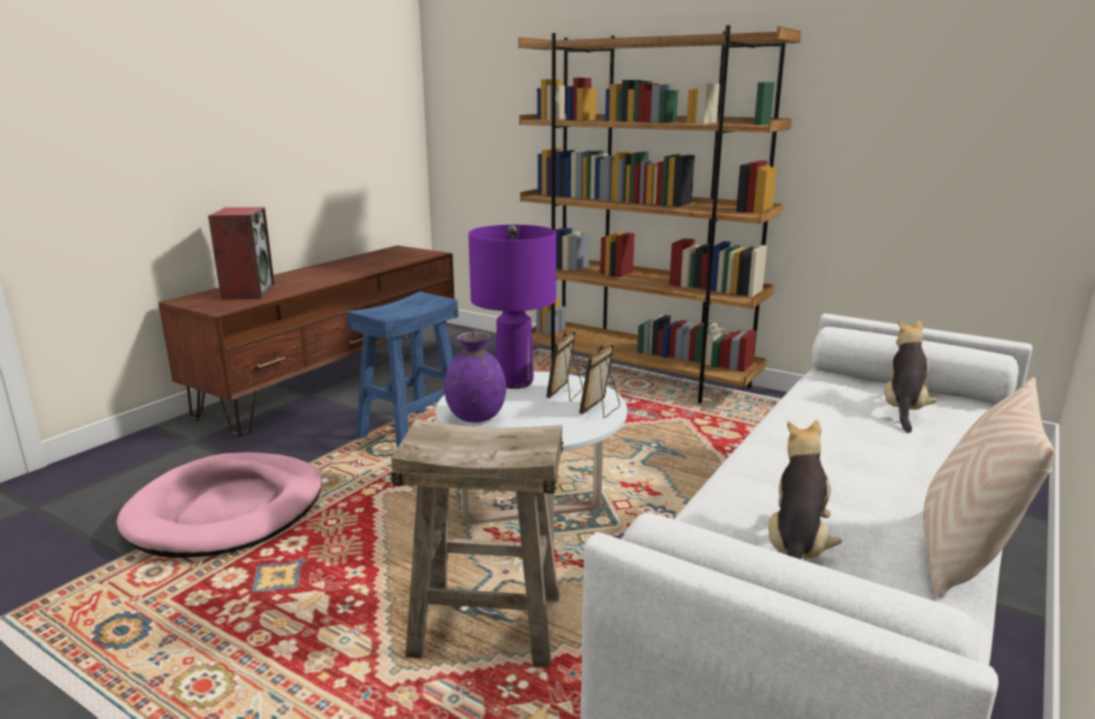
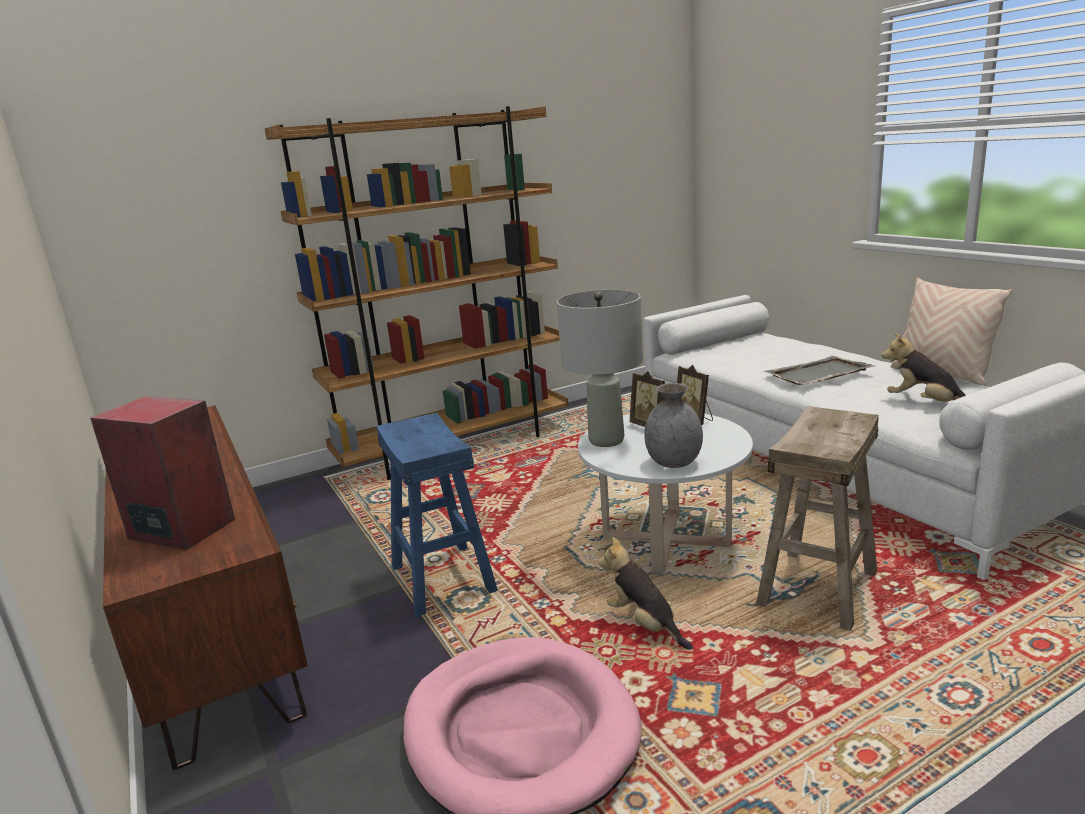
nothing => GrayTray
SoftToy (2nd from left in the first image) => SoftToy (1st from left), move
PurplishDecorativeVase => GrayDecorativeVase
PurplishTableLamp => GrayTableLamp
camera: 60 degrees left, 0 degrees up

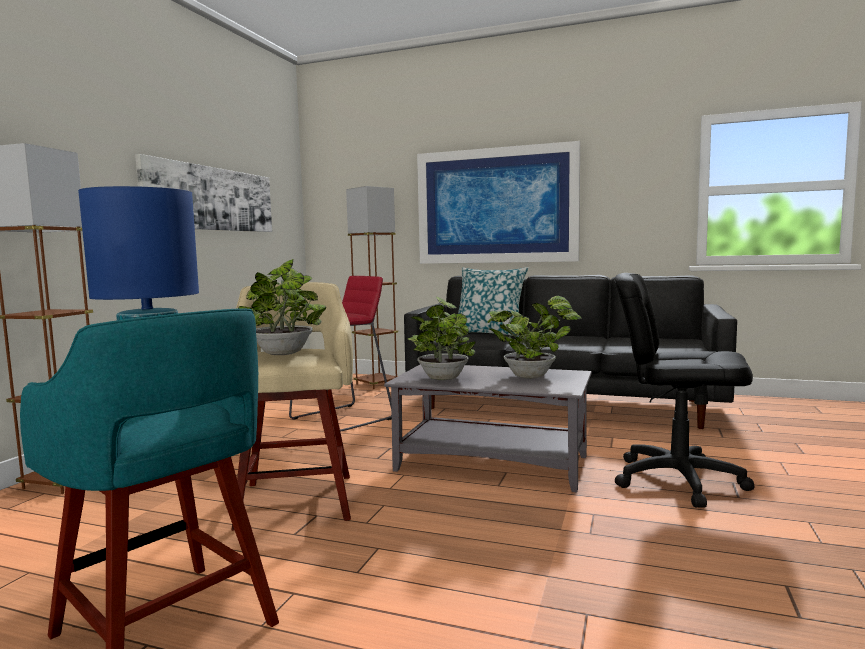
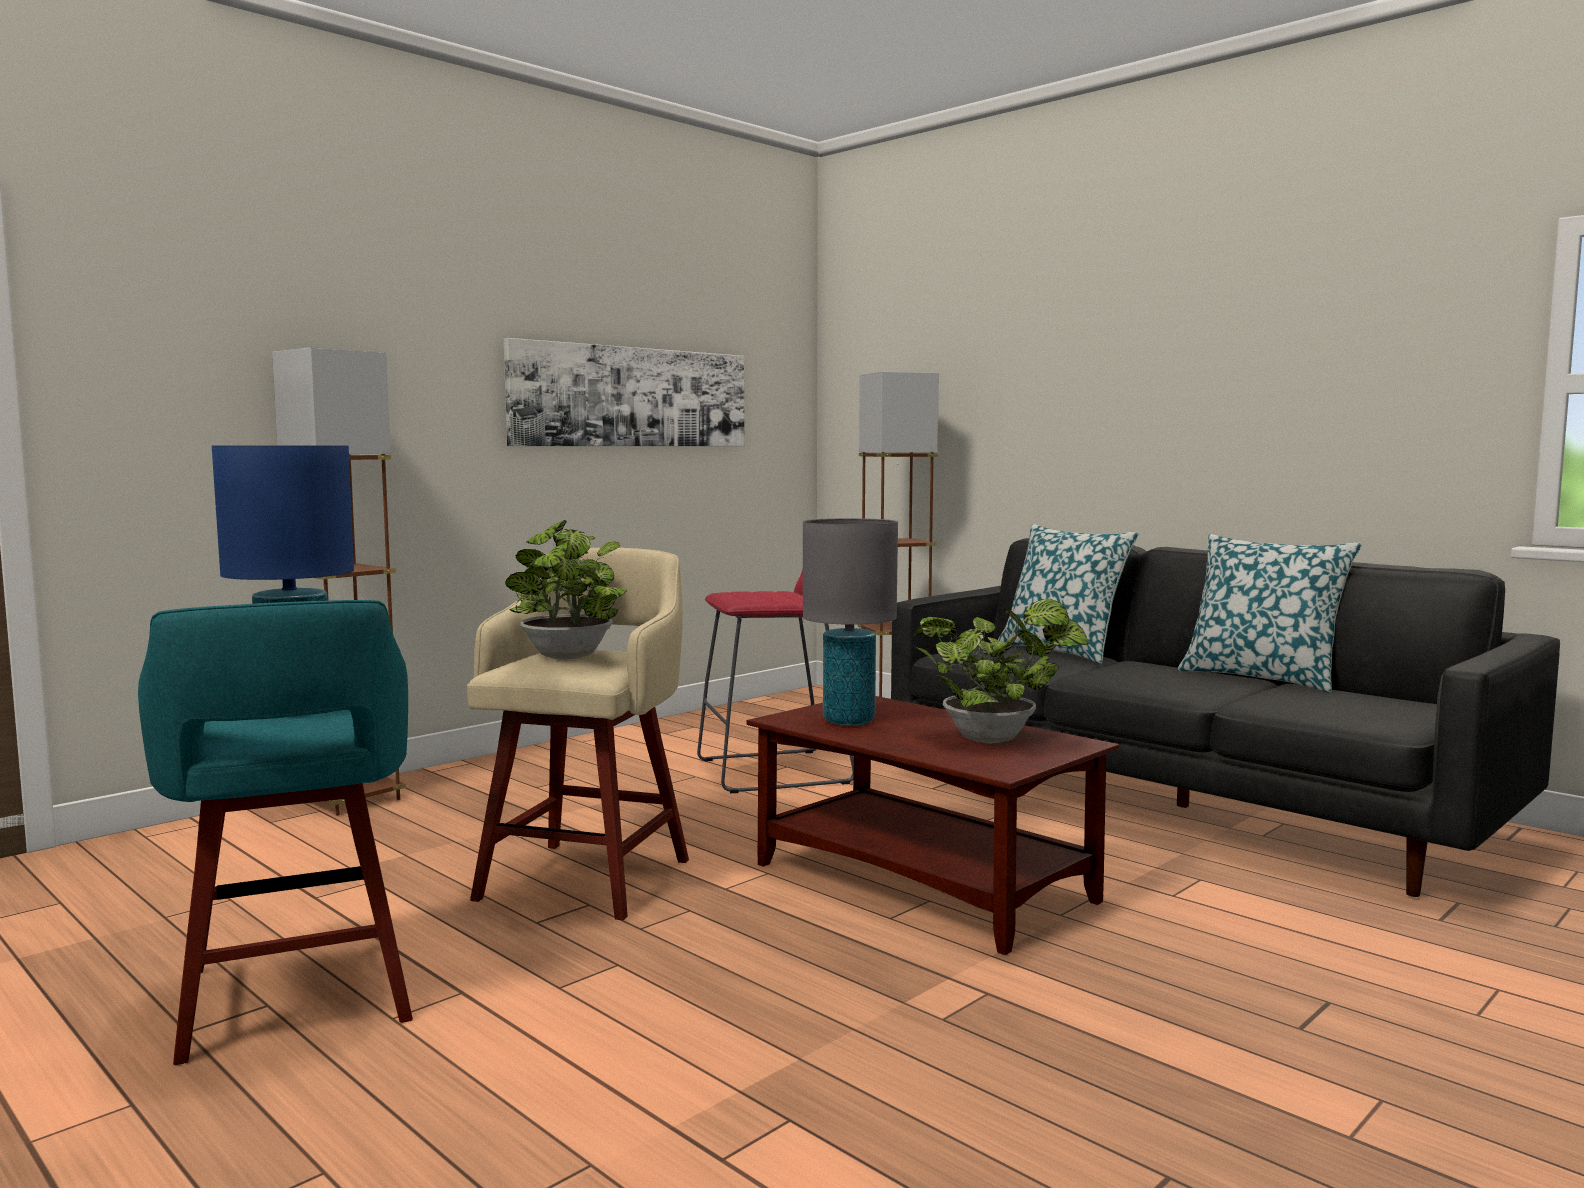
WallArt (2nd from left) => nothing
BlackColouredDeskChair => nothing
nothing => Cushion (2nd from left)
Houseplant (2nd from left) => GrayTableLamp
GrayLowTable => BrownColouredLowTable
camera: 25 degrees right, 0 degrees up

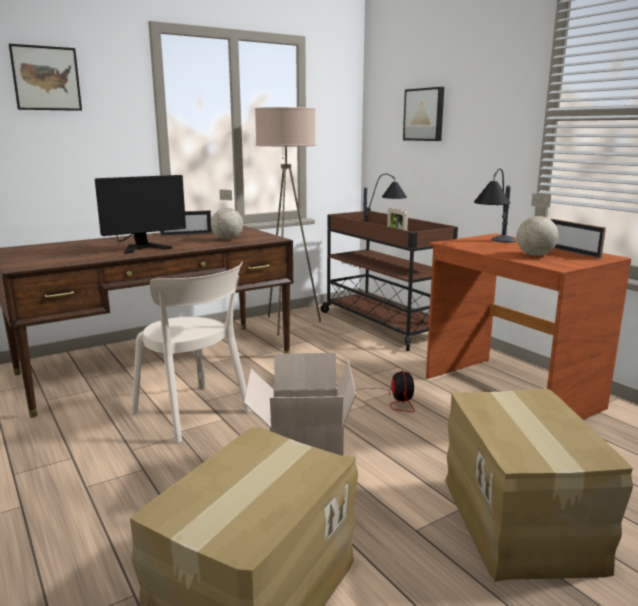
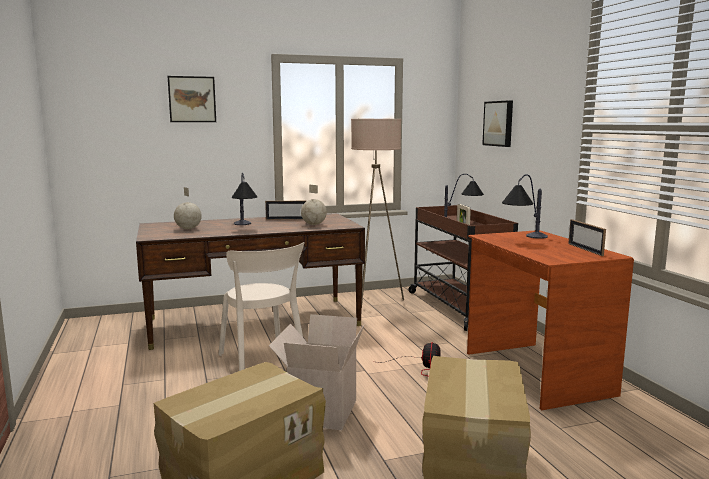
WorldGlobe (2nd from left in the first image) => WorldGlobe (1st from left), move
ComputerDisplay => TableLamp (1st from left)
camera: 15 degrees right, 5 degrees down

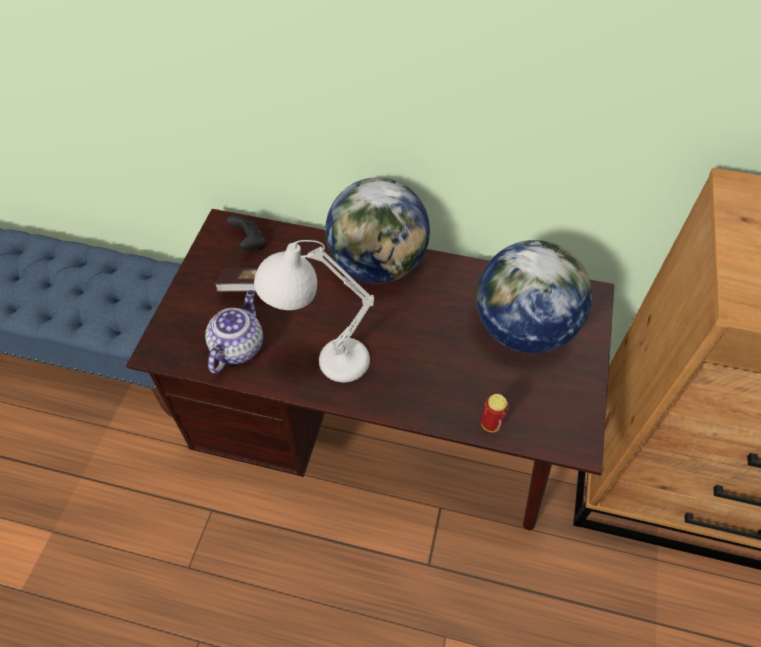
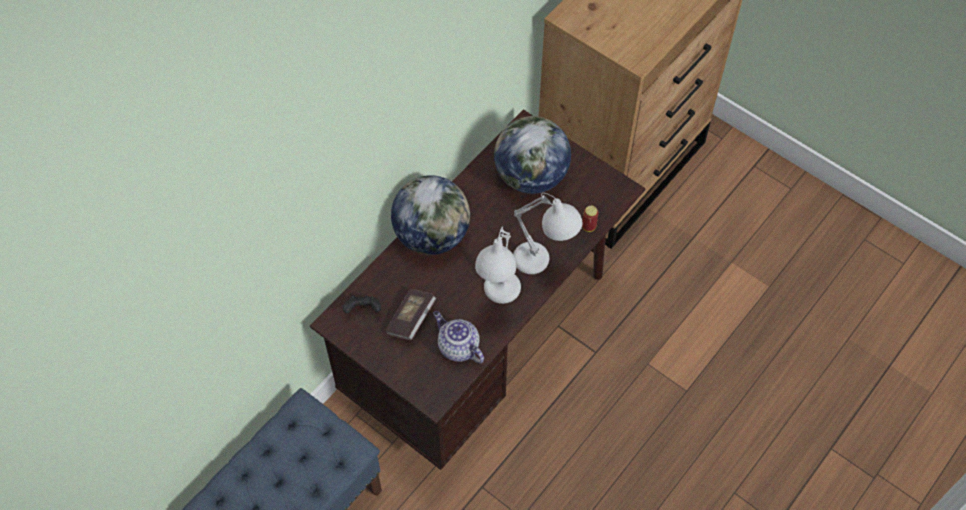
nothing => WhitishTableLamp (2nd from left)
camera: 65 degrees left, 5 degrees up

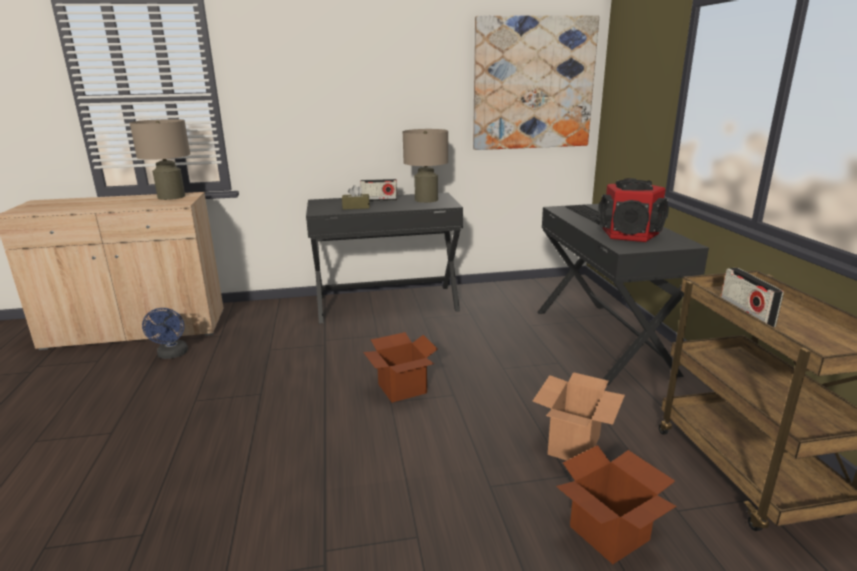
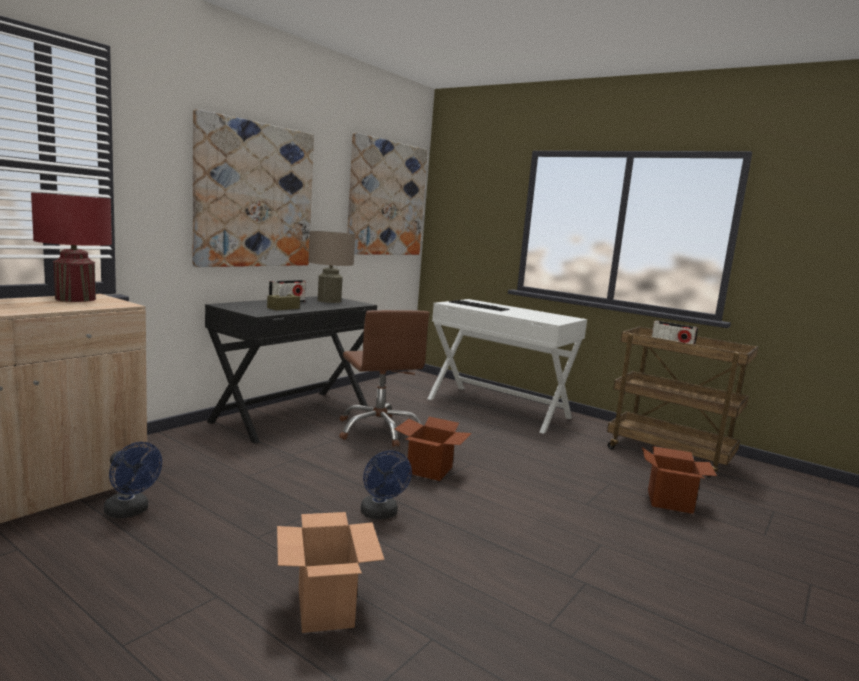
AudioSpeaker => nothing
nothing => WallArt (1st from left)
nothing => BrownColouredDeskChair
nothing => BlueColouredElectricFan (2nd from left)
Carton (2nd from left in the first image) => Carton (1st from left), move
BeigeColouredTableLamp (1st from left) => RedColouredTableLamp
BlackColouredDeskTable (2nd from left) => WhitishDeskTable
camera: 45 degrees left, 10 degrees down

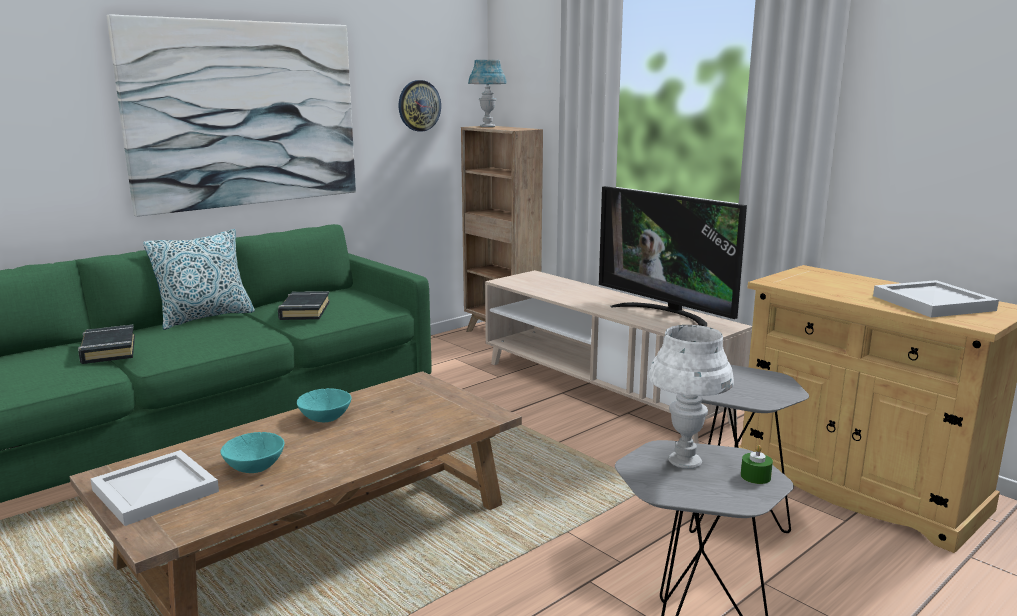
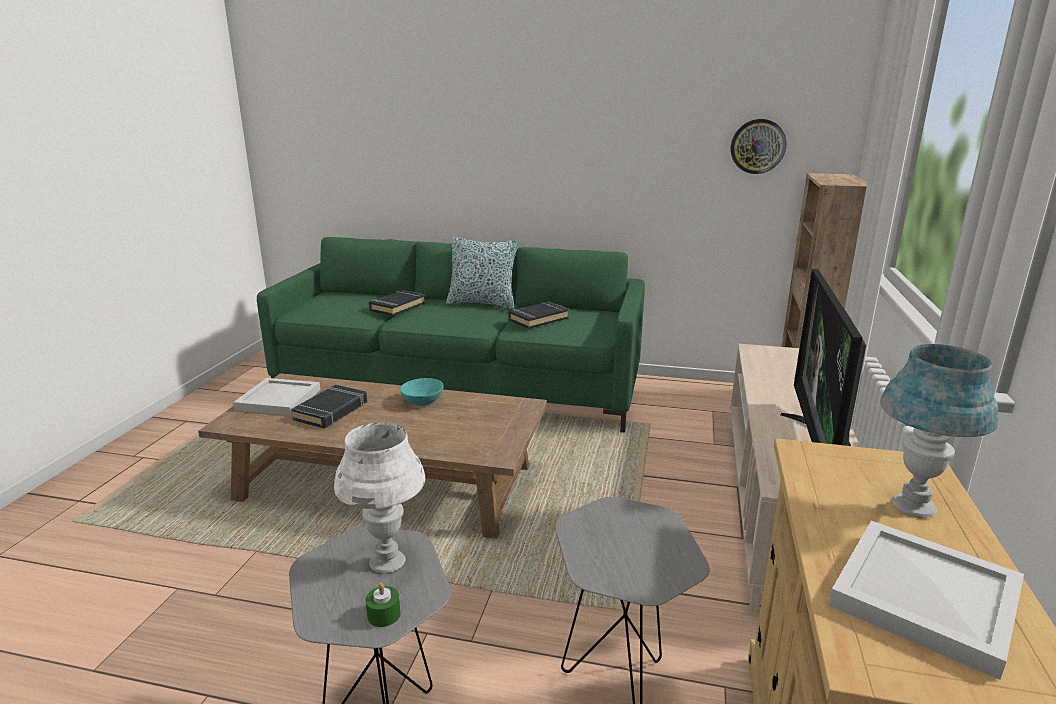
WallArt => nothing
BlueColouredTableLamp, move
TurquoiseServingBowl (1st from left) => BlackColouredBook (1st from left)
camera: 55 degrees right, 5 degrees up

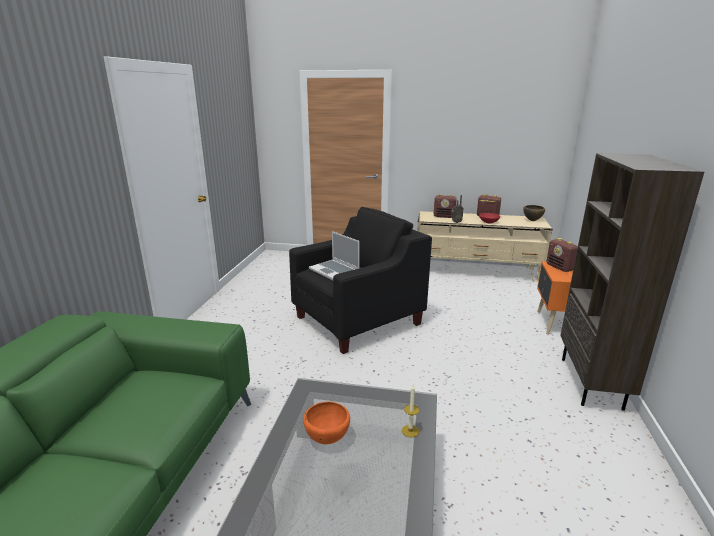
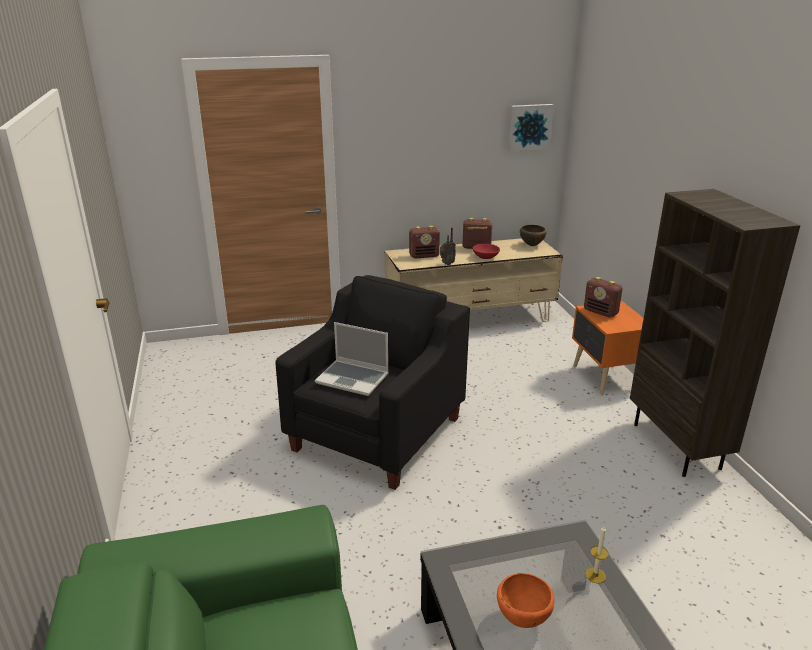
nothing => WallArt
camera: 25 degrees left, 5 degrees up

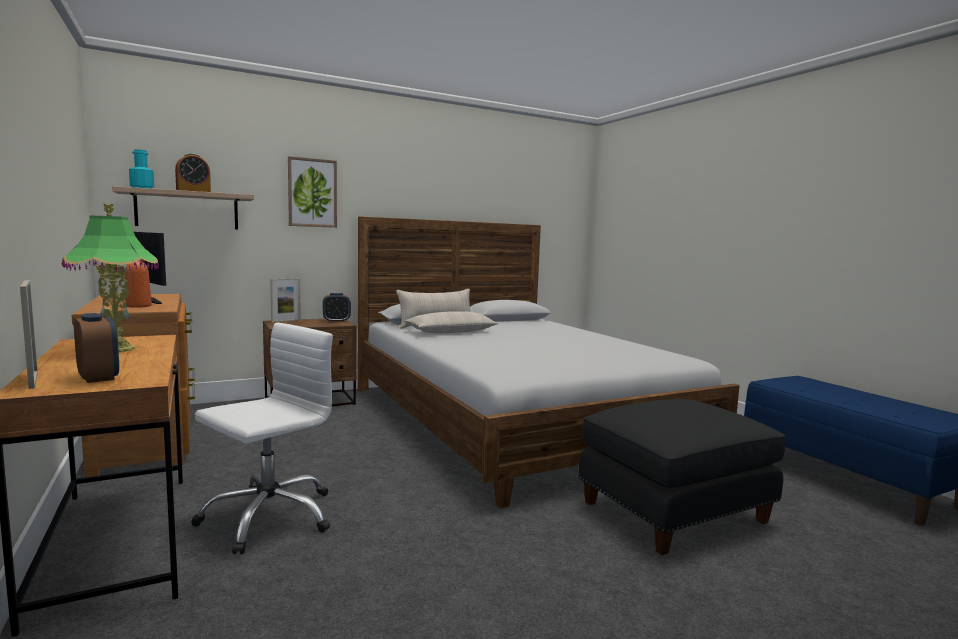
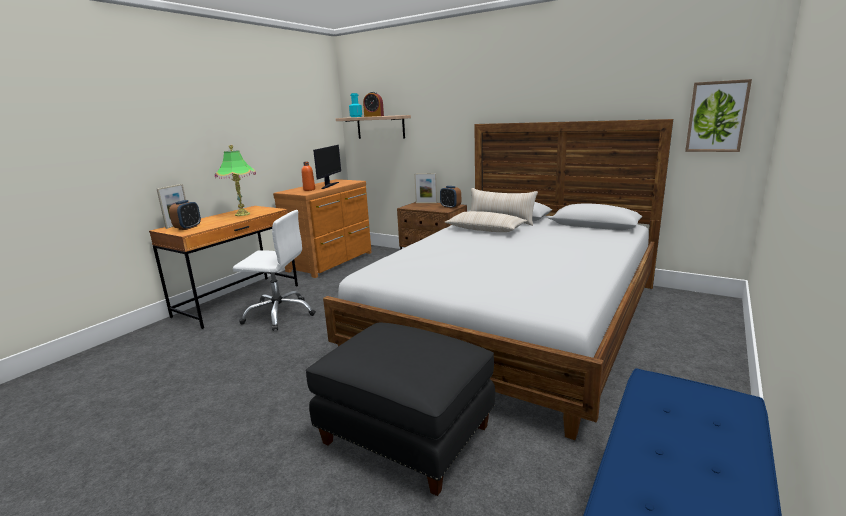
WallArt, move
camera: 60 degrees right, 10 degrees up

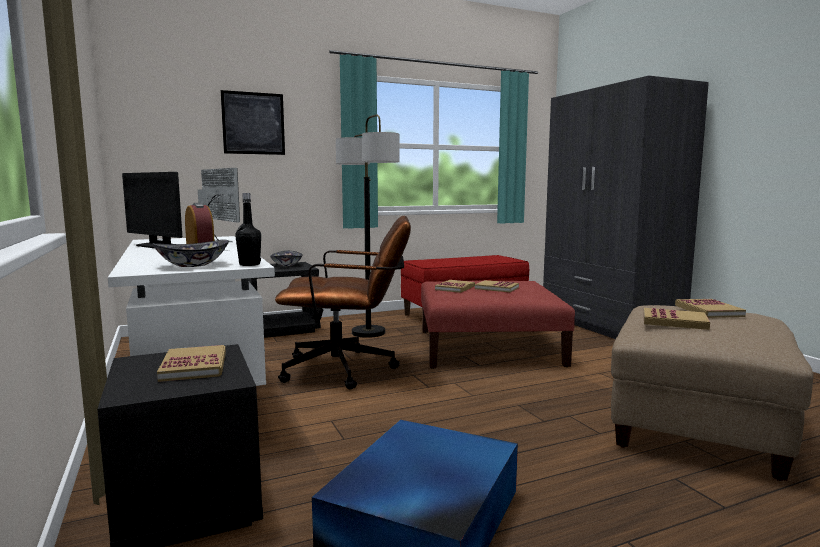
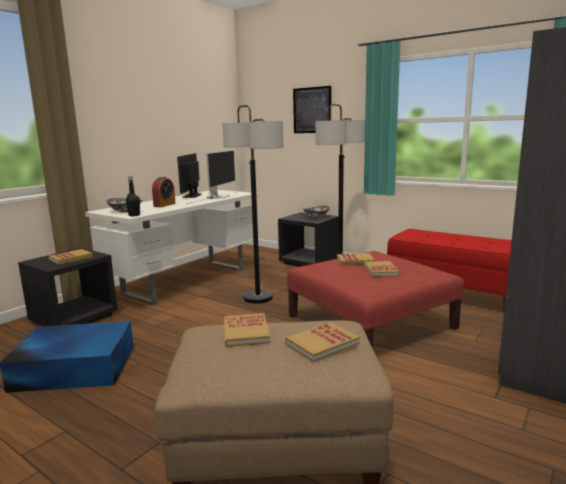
BrownColouredDeskChair => StandingLamp (1st from left)
camera: 60 degrees right, 5 degrees up

